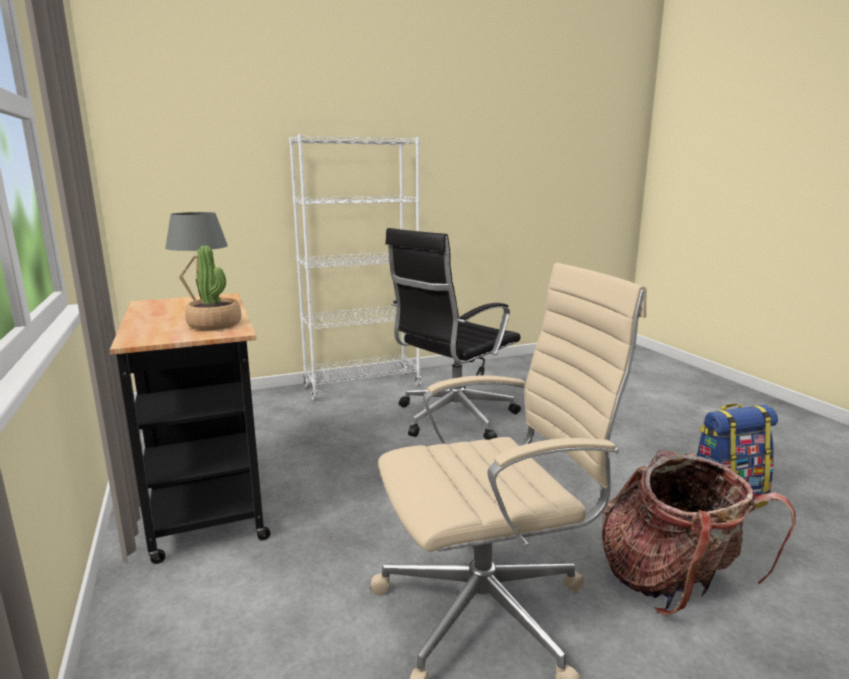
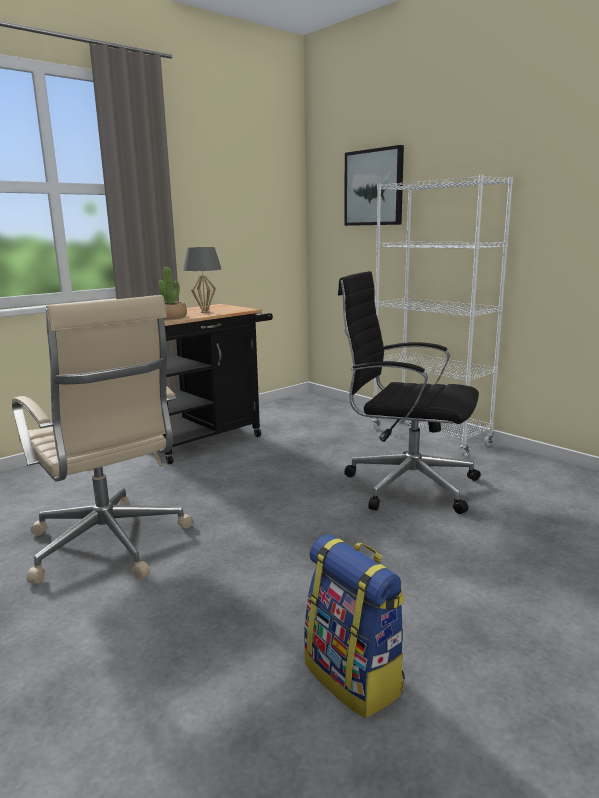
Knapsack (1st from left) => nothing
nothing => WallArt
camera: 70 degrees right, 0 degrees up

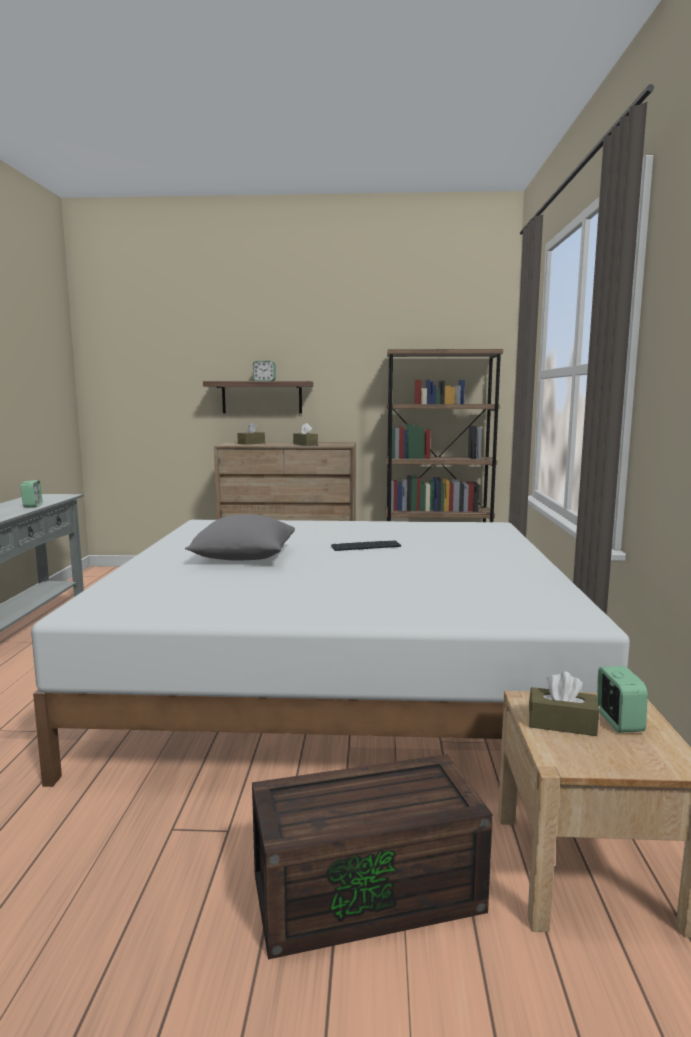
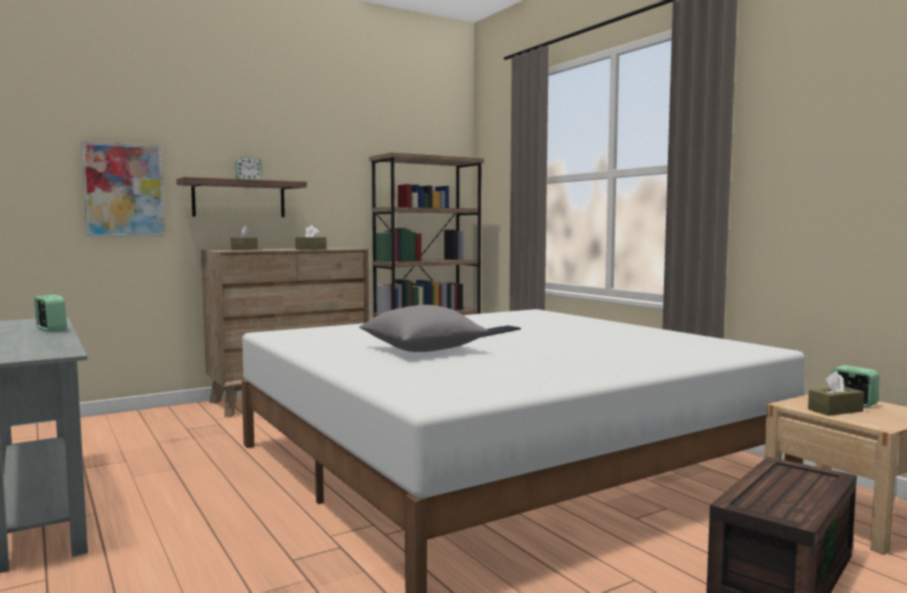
nothing => WallArt
camera: 35 degrees left, 5 degrees down

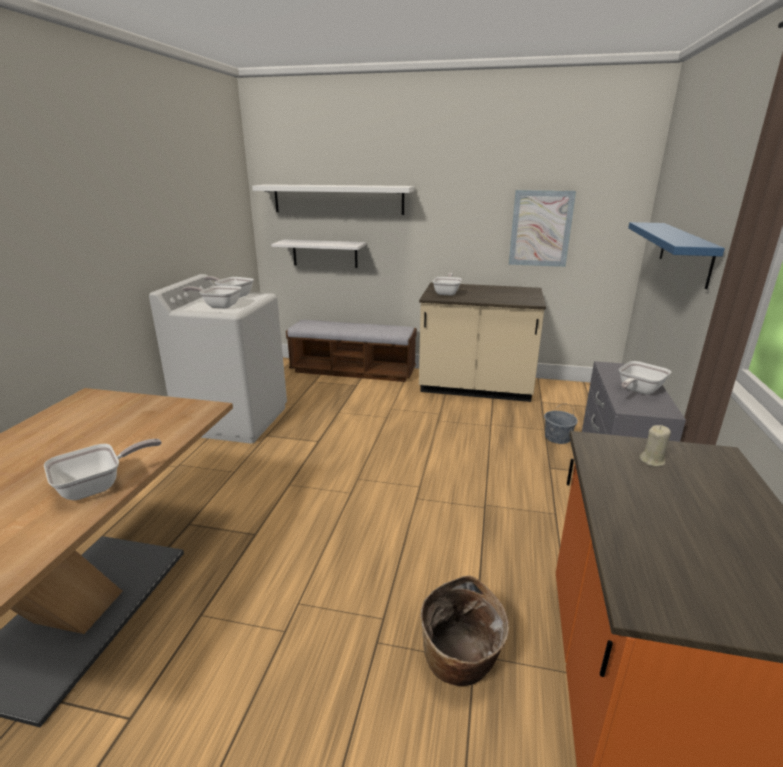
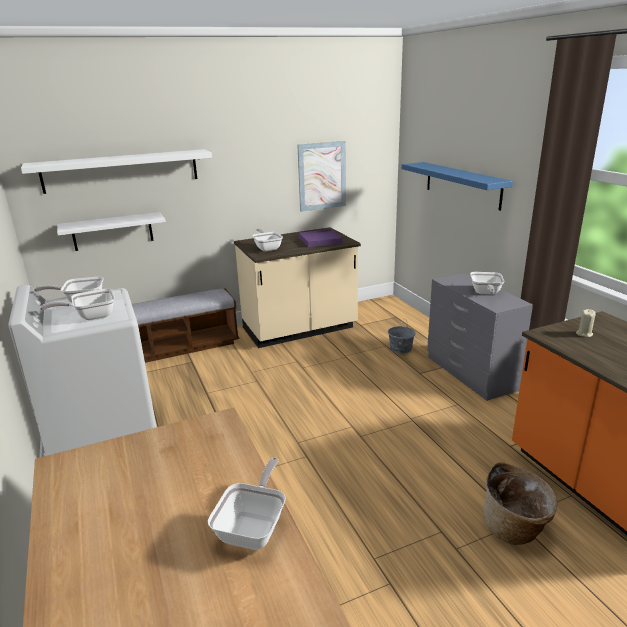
nothing => PurplishTray
camera: 35 degrees left, 0 degrees up

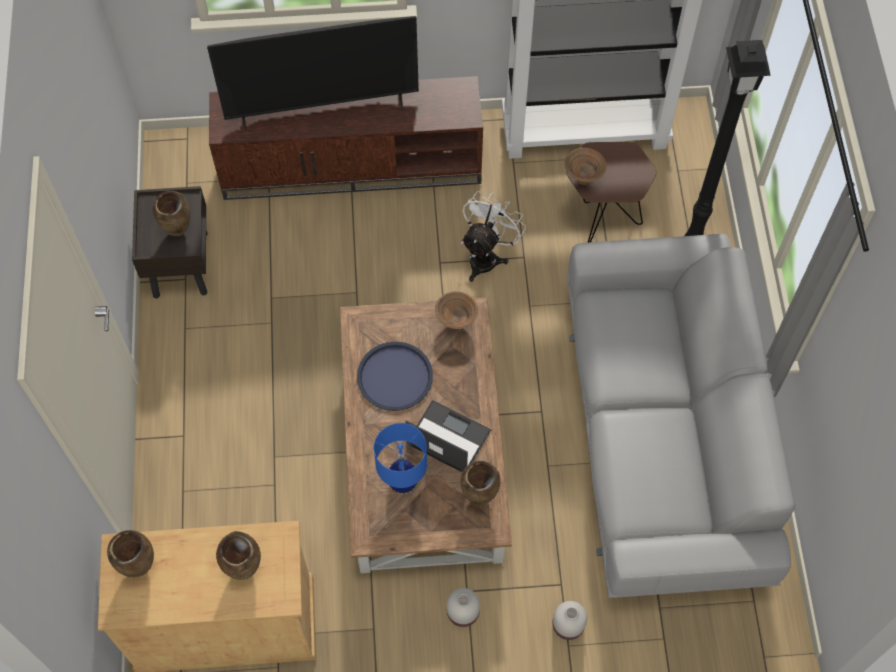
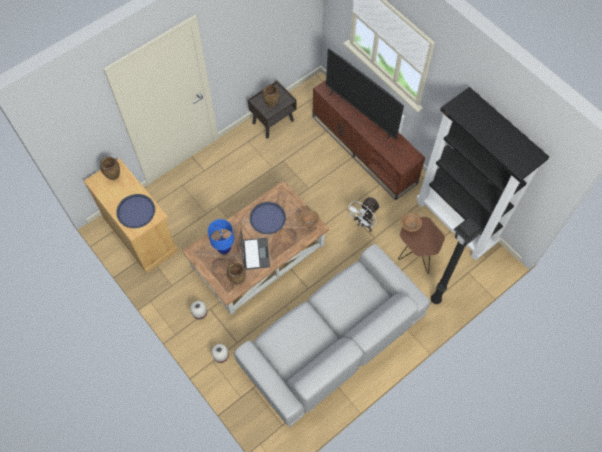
BrownColouredDecorativeVase (3rd from left) => BlueColouredTray (1st from left)
WhitishElectricFan, 135 degrees clockwise
camera: 55 degrees right, 0 degrees up

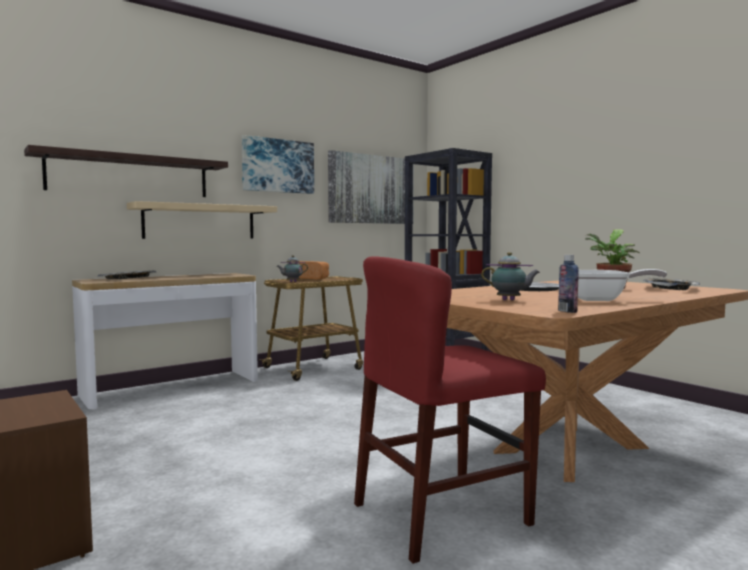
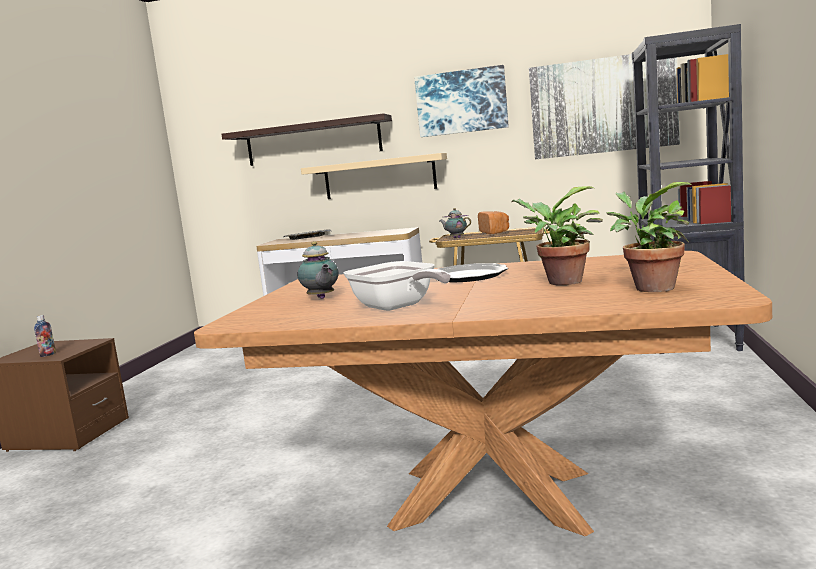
RedColouredPlainChair => nothing
DrinkBottle, move
Tray (2nd from left) => Houseplant (2nd from left)
camera: 50 degrees right, 5 degrees up

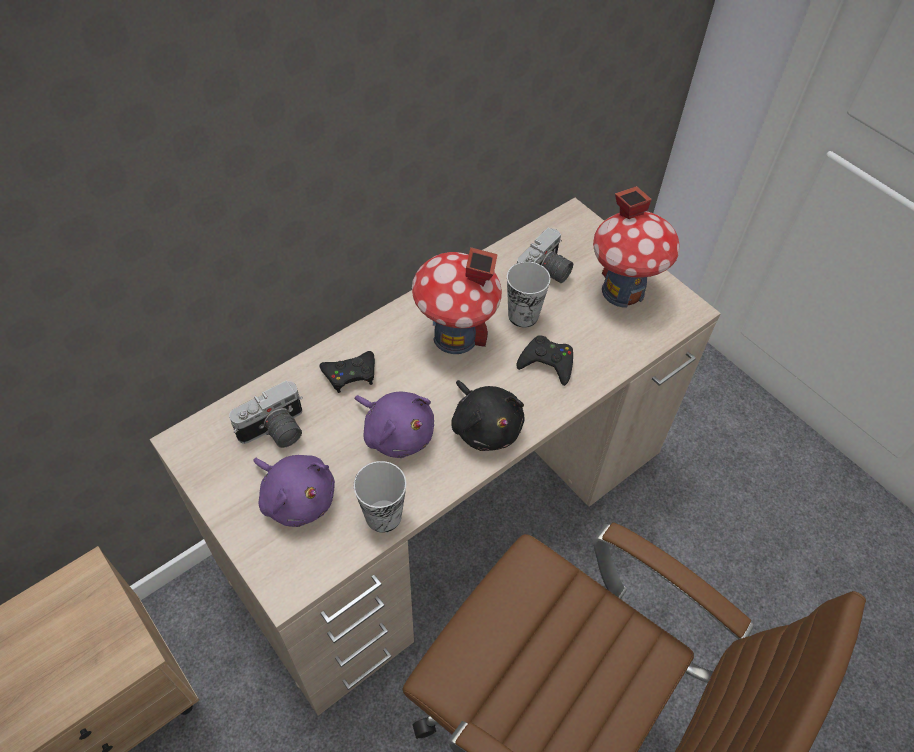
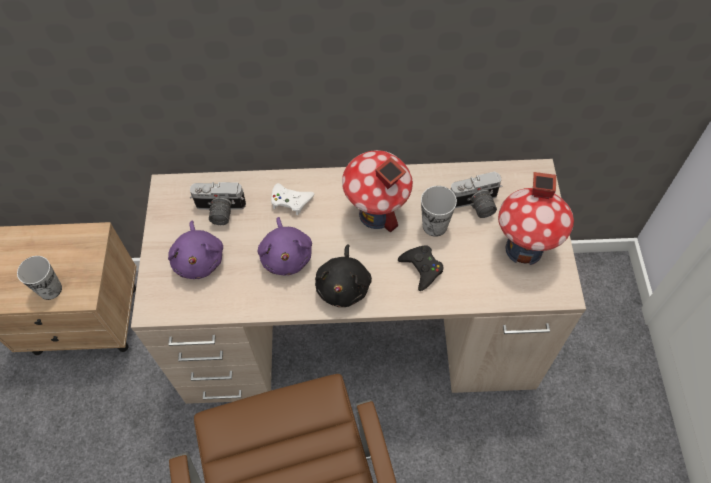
SmallCup (1st from left), move
BlackColouredJoypad (1st from left) => WhitishJoypad
camera: 40 degrees right, 5 degrees up

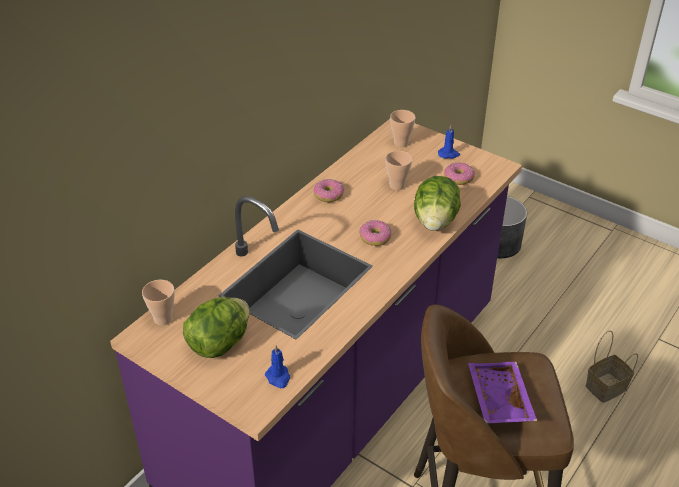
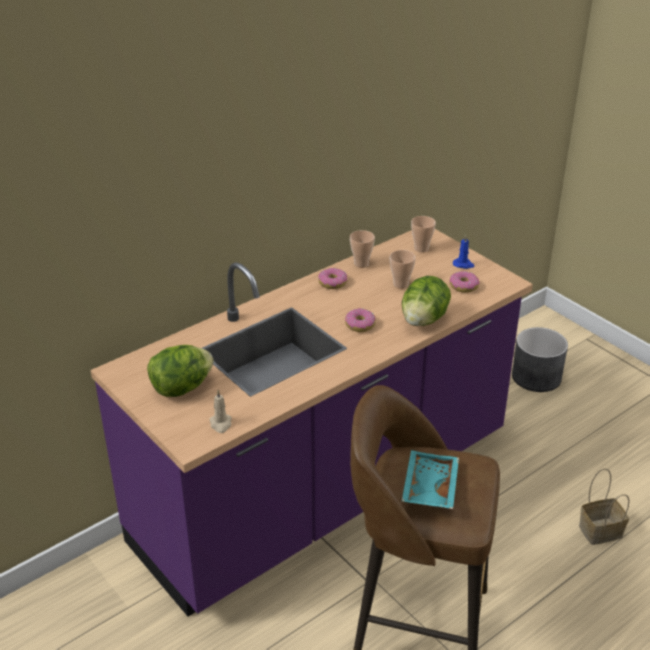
SmallCup (1st from left), move
BlueColouredWaxLight (1st from left) => BeigeColouredWaxLight
PurplishTray => TurquoiseTray
camera: 15 degrees right, 5 degrees down

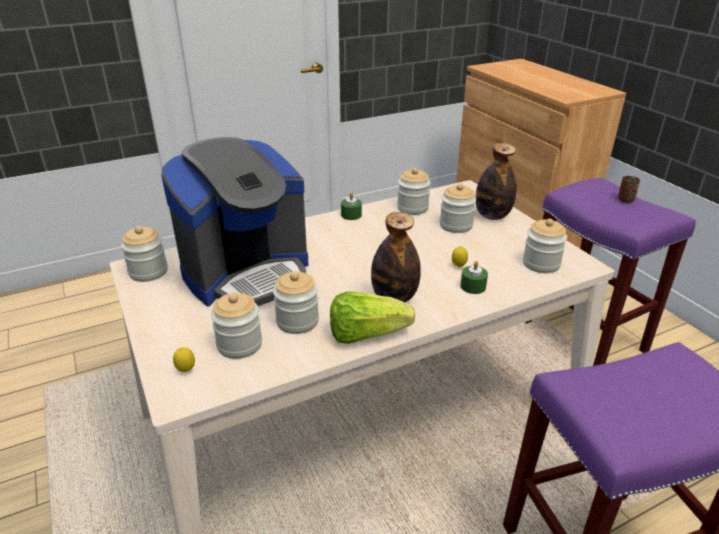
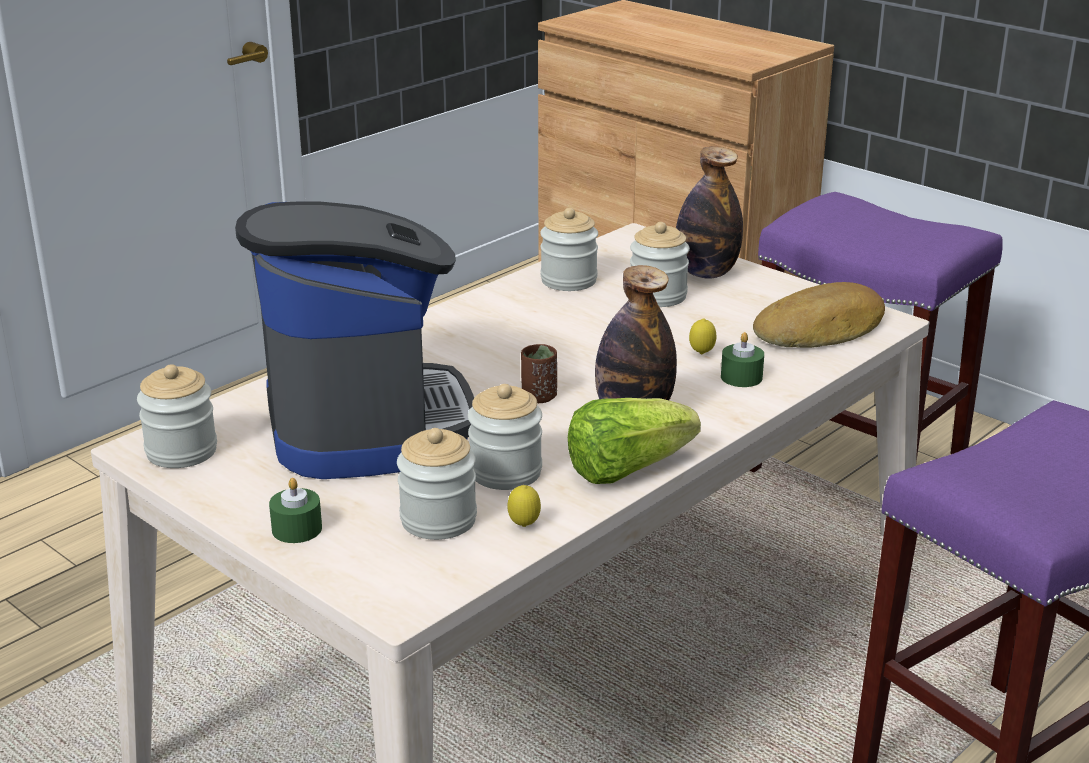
Lemon (1st from left), move
GreenishWaxLight (1st from left), move
BrownColouredSmallCup, move
PreserveJar (6th from left) => Bread
CoffeeMachine, 45 degrees counterclockwise
camera: 20 degrees left, 5 degrees down

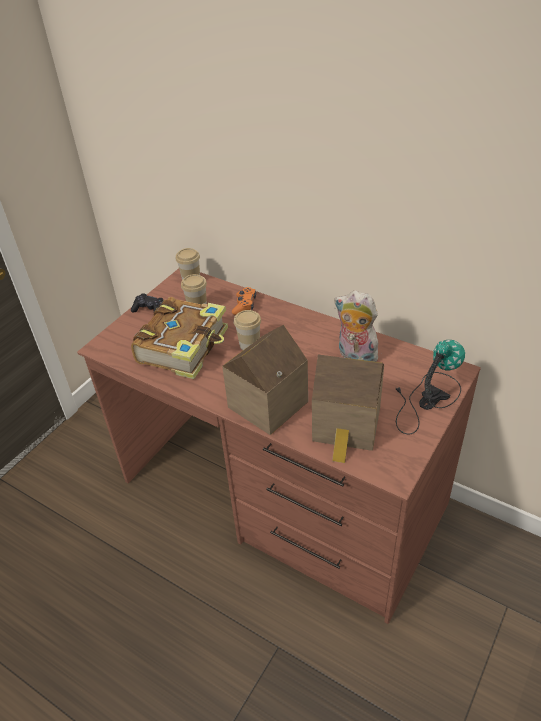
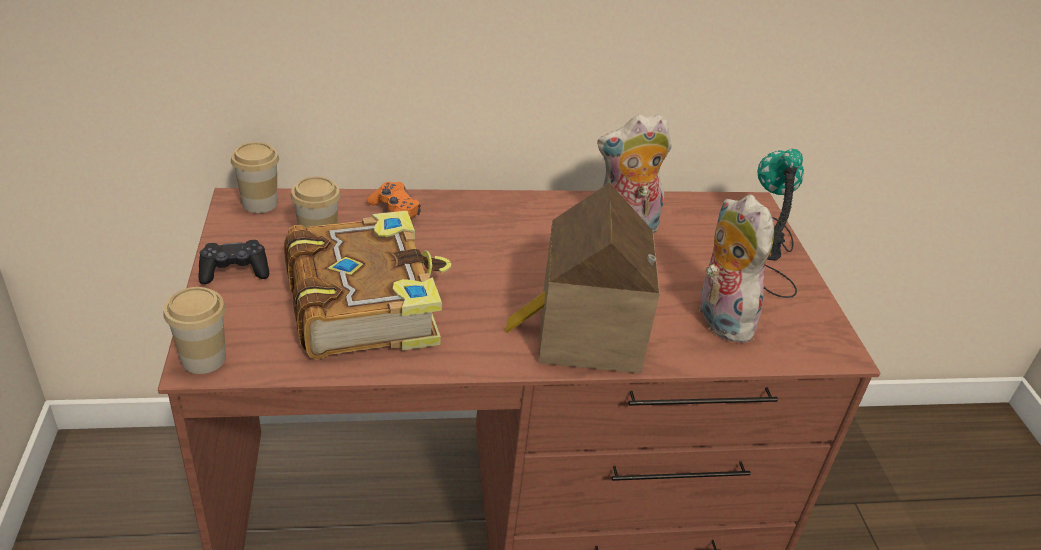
SmallCup (3rd from left in the first image) => SmallCup (1st from left), move
ModelHouse (2nd from left) => SoftToy (2nd from left)
camera: 45 degrees left, 5 degrees down

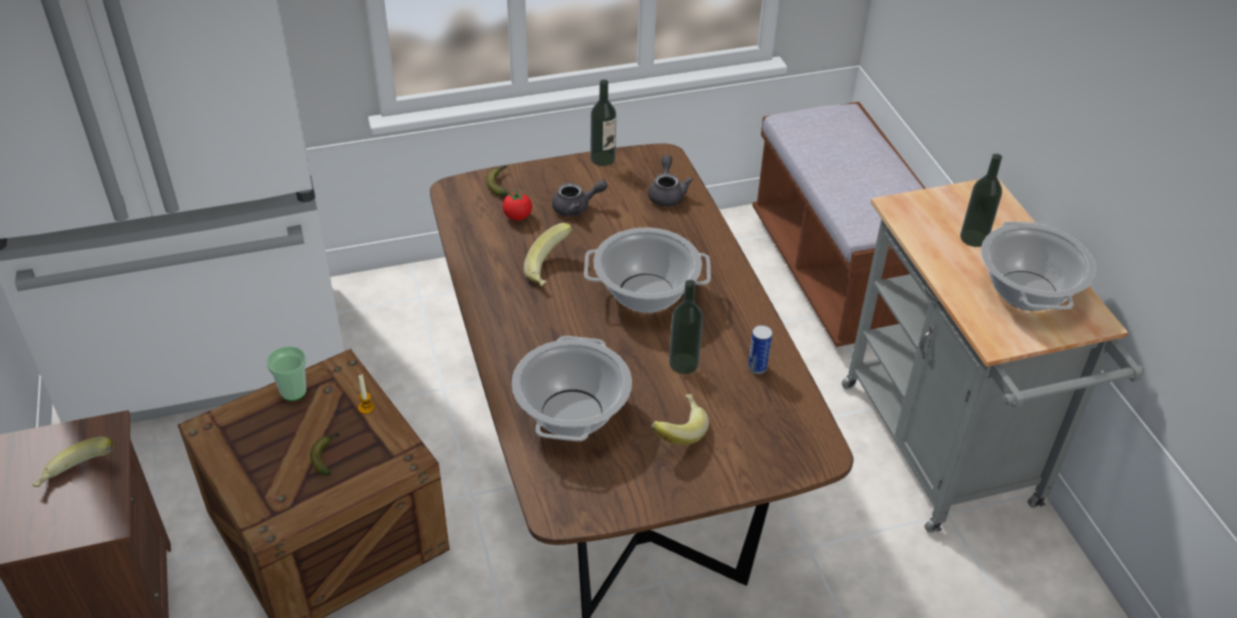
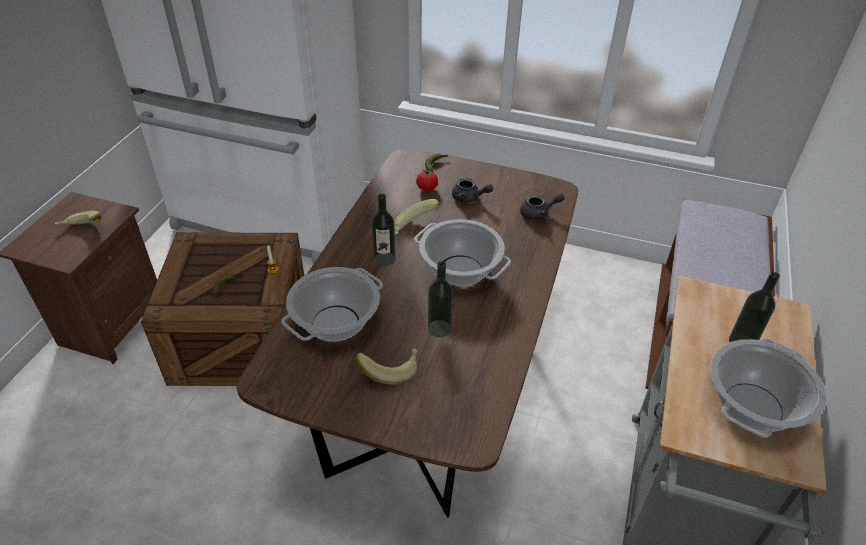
SmallCup => nothing
MetalCan => nothing
DrinkBottle (1st from left), move
GrayPotForTea (2nd from left), 45 degrees clockwise
camera: 35 degrees right, 0 degrees up

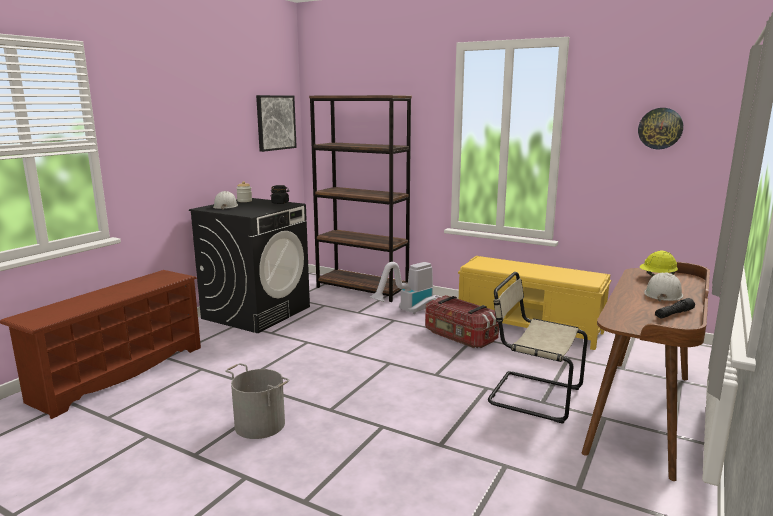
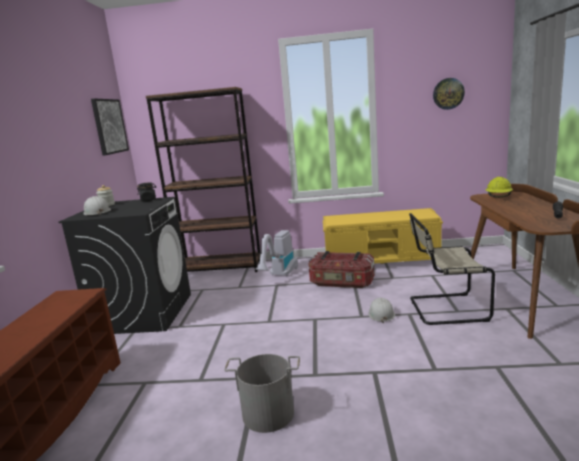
WhitishHardHat (2nd from left), move
camera: 25 degrees left, 0 degrees up

